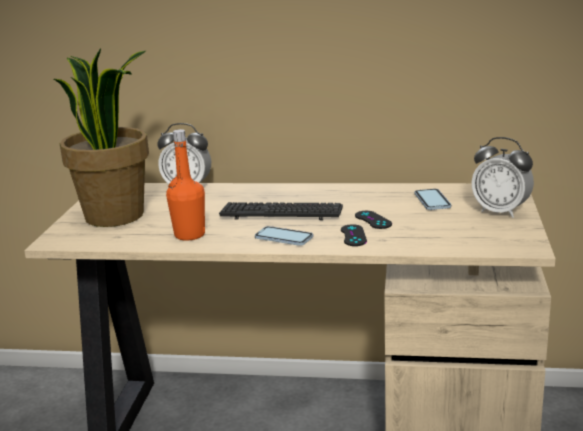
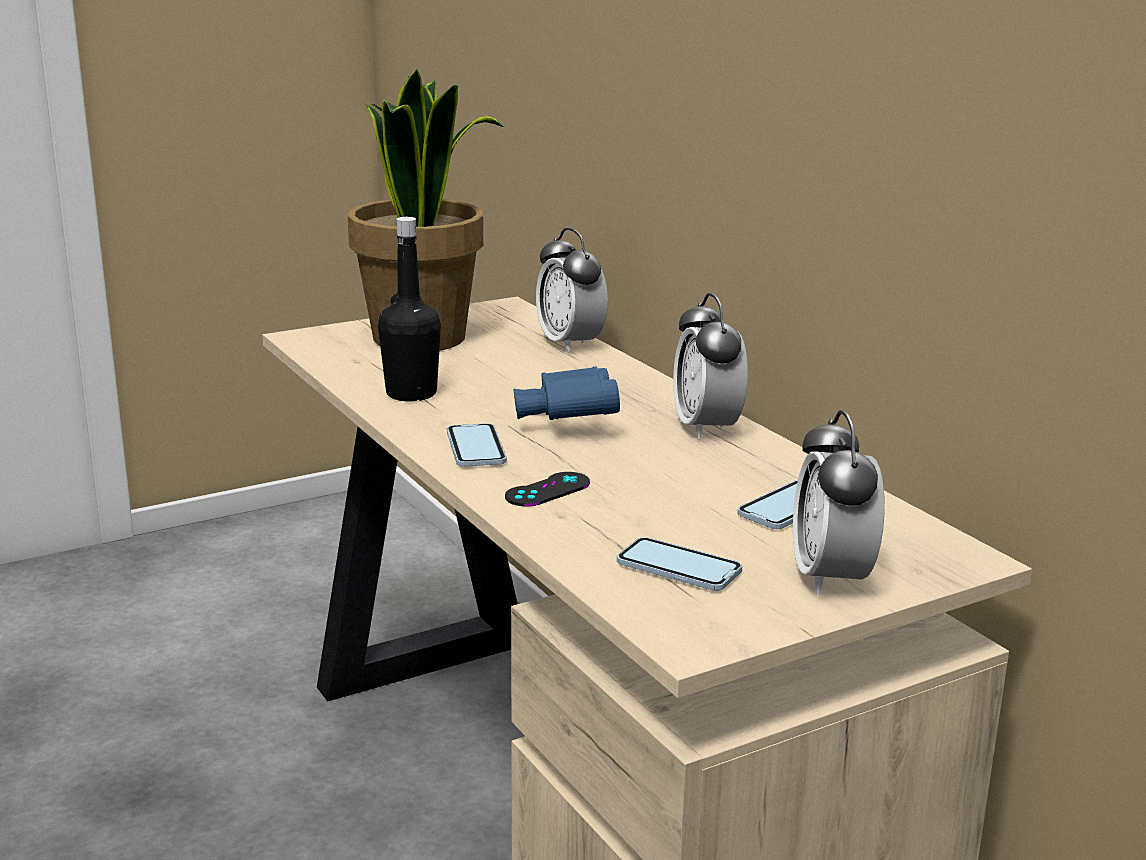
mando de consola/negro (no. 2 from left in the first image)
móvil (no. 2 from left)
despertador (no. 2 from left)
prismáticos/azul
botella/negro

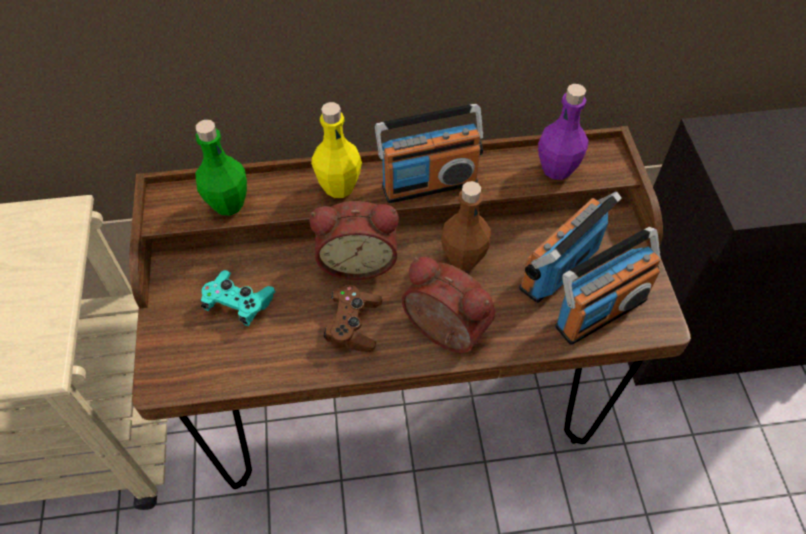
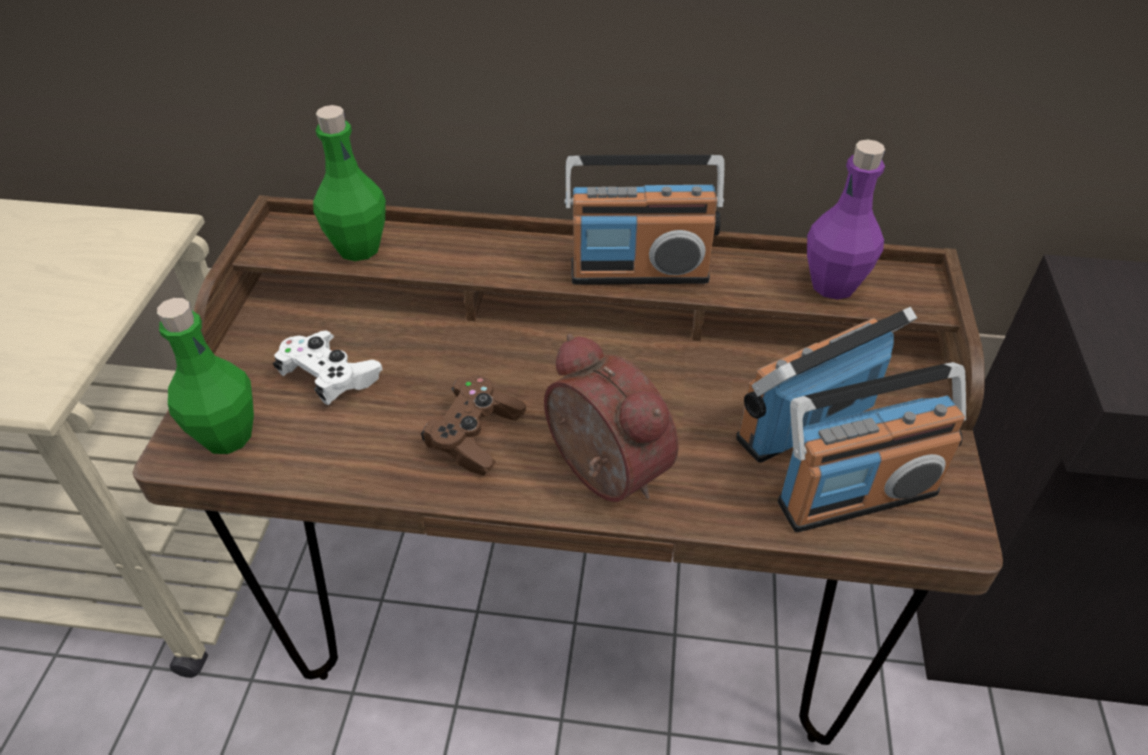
despertador (no. 1 from left in the first image)
botella/amarillo
botella/marrón
botella/verde (no. 1 from left)
mando de consola/blanco

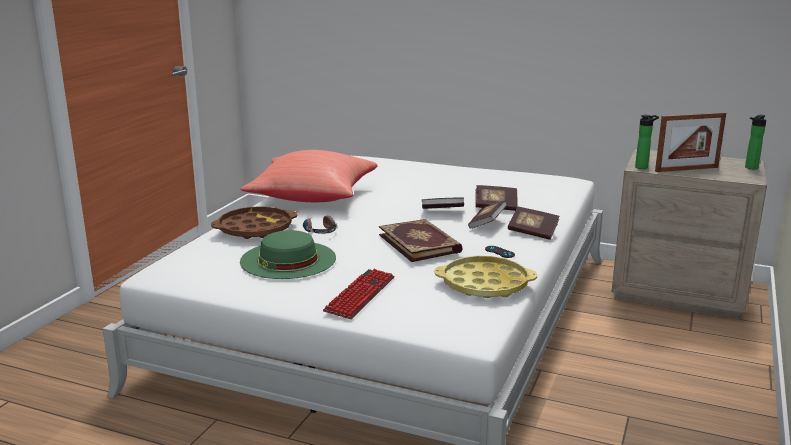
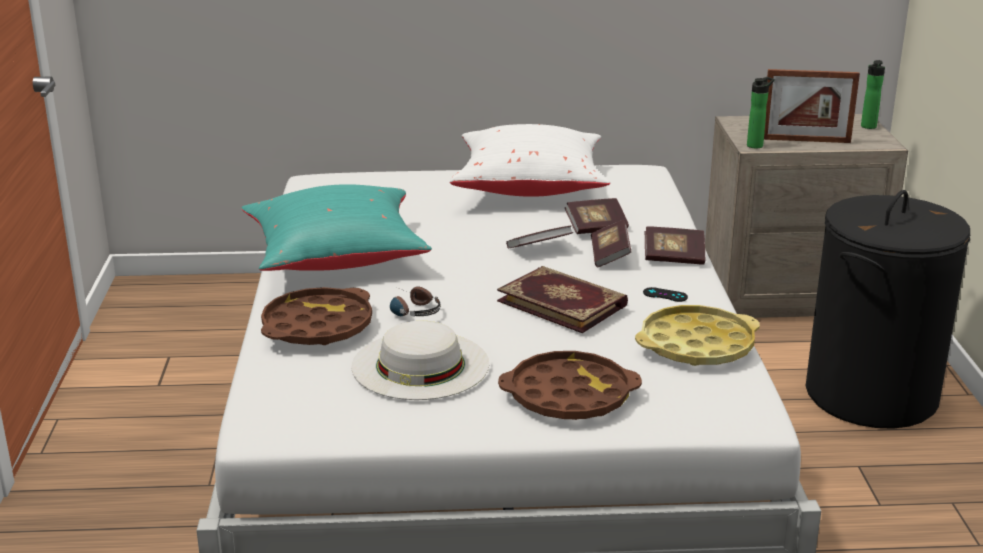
cojín/blanco
cesto de la ropa/negro
bandeja/marrón (no. 2 from left)
cojín/turquesa
sombrero/blanco
portarretratos

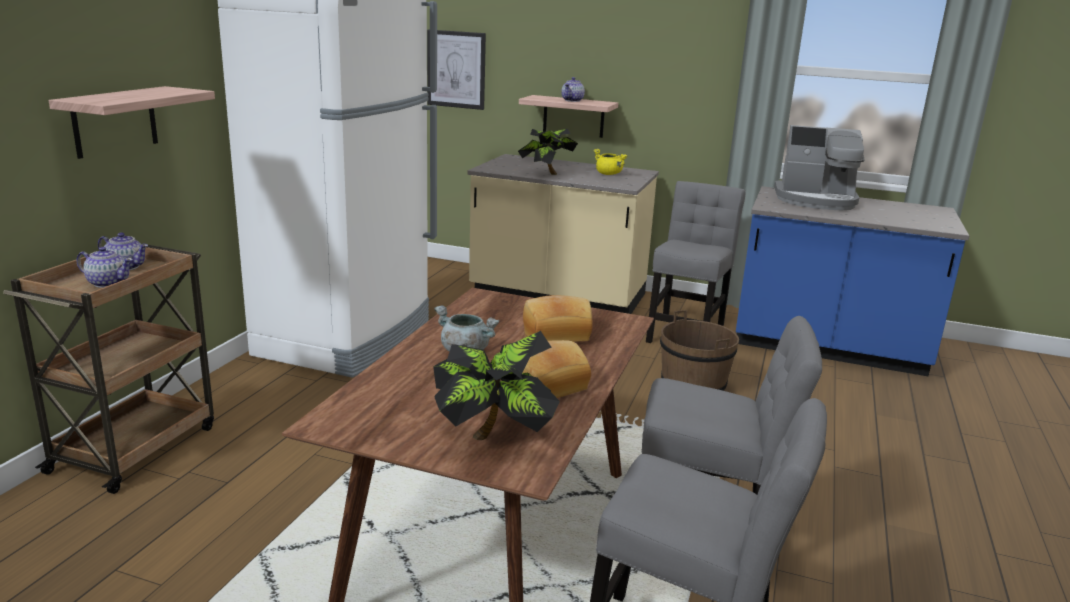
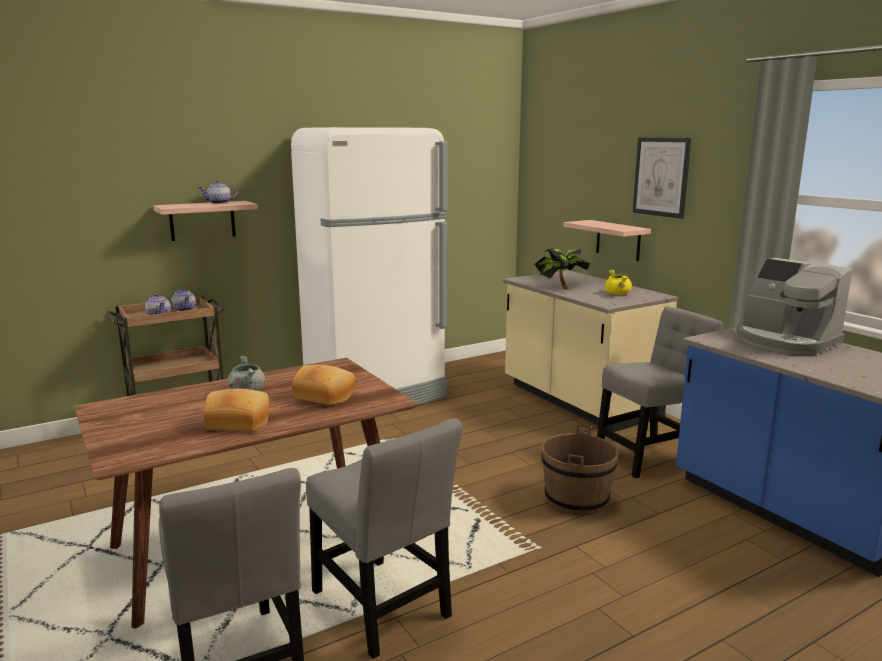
planta en maceta (no. 1 from left in the first image)
cuadro
tetera (no. 3 from left)

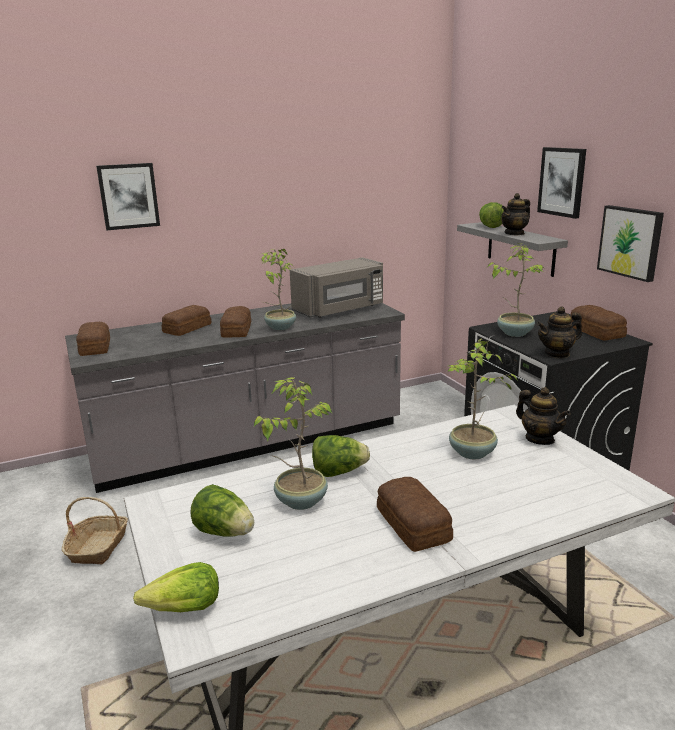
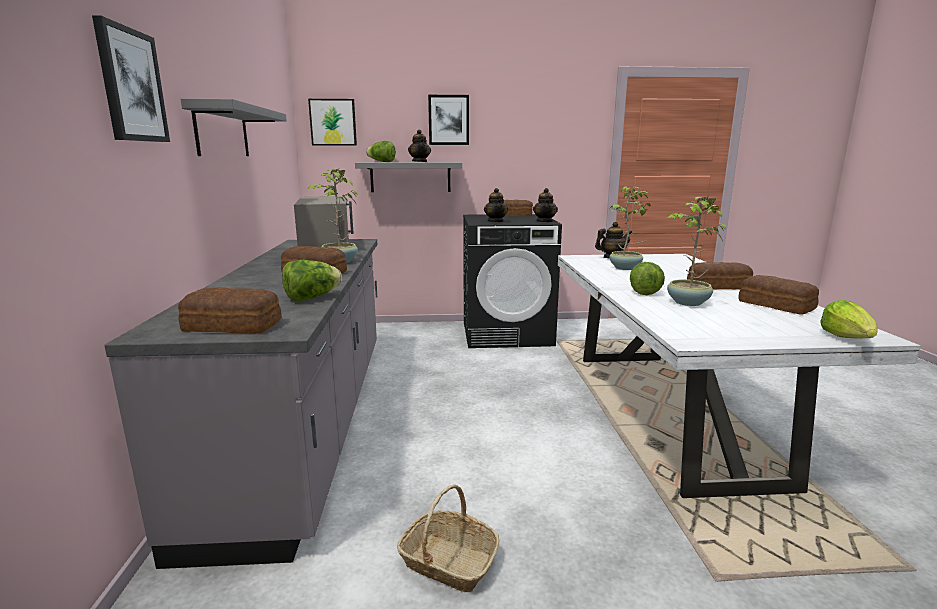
estante/gris (no. 1 from left)
pan (no. 5 from left)
lechuga (no. 1 from left)
cuadro (no. 2 from left)
tetera (no. 2 from left)

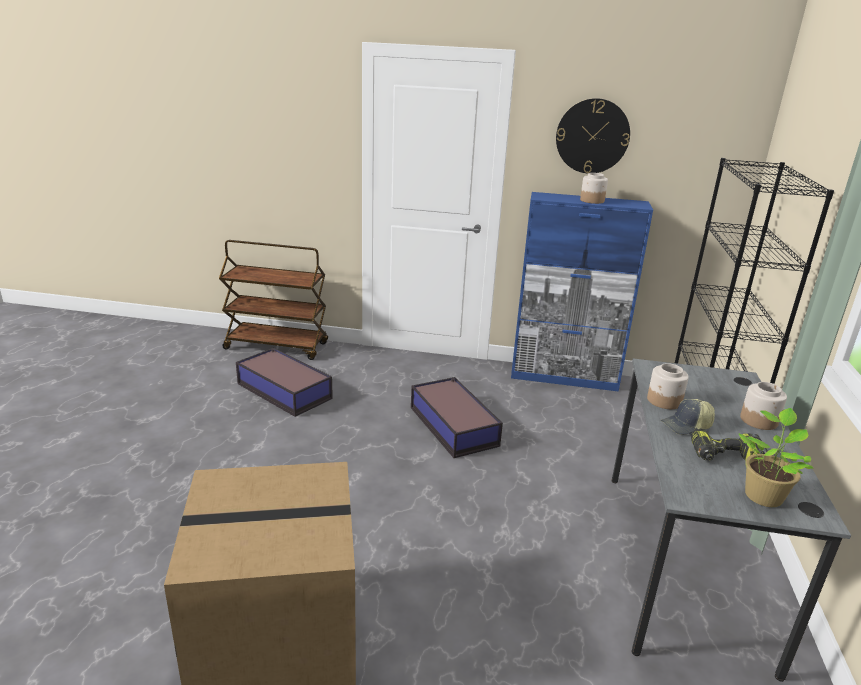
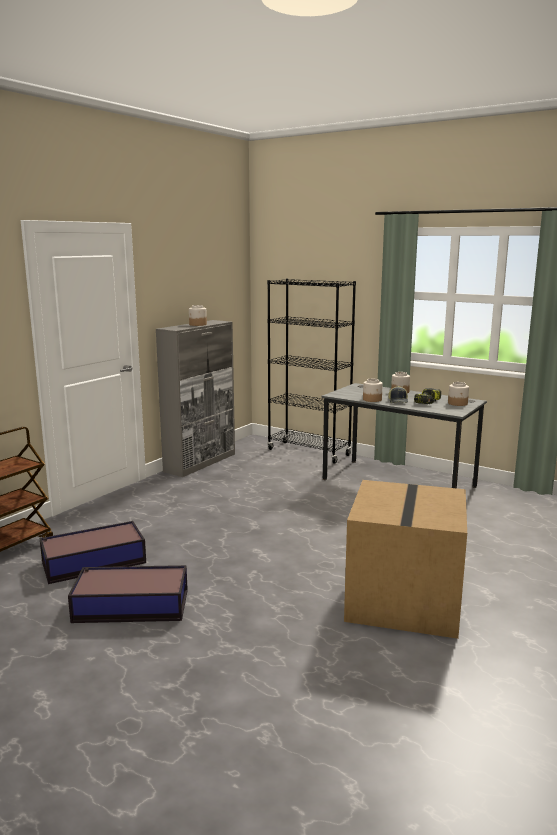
reloj de pared
caja de almacenaje (no. 2 from left)
tarro (no. 4 from left)
armario/gris

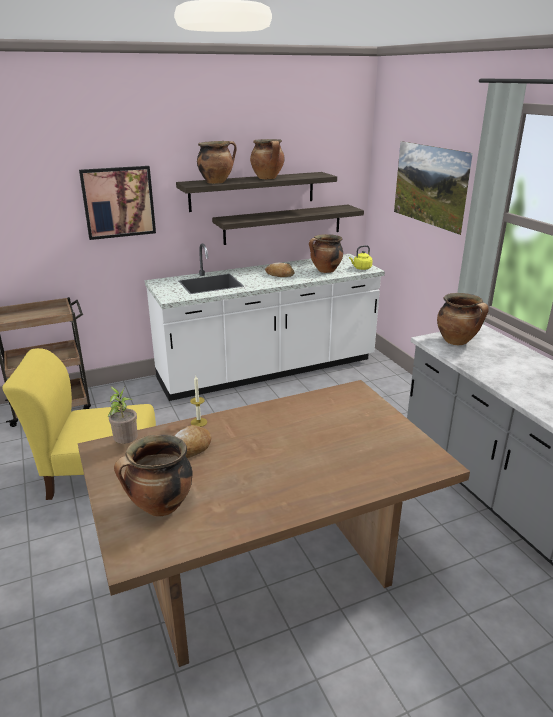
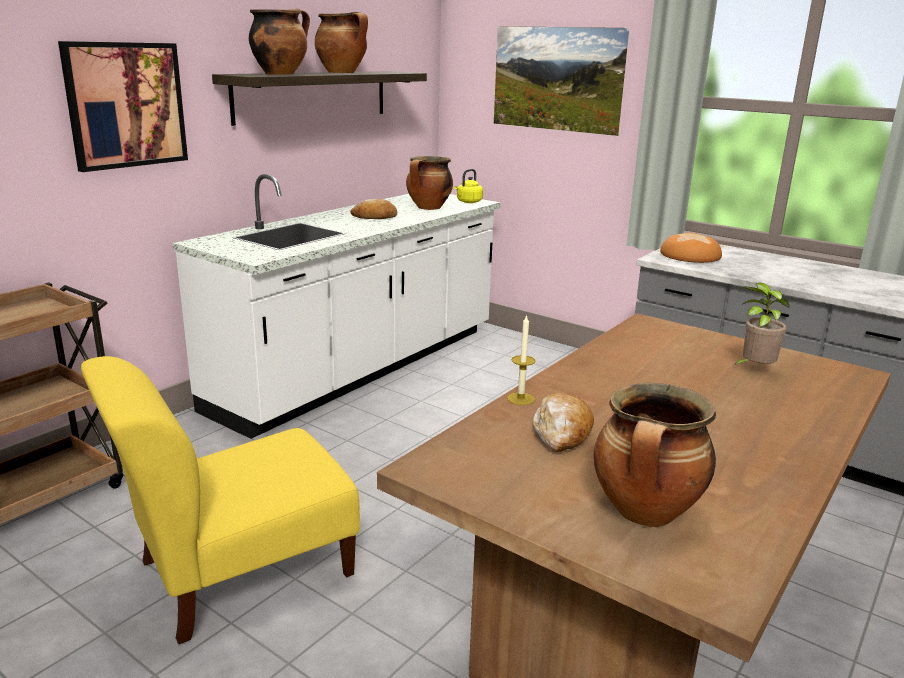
estante (no. 2 from left in the first image)
planta en maceta
pan (no. 3 from left)

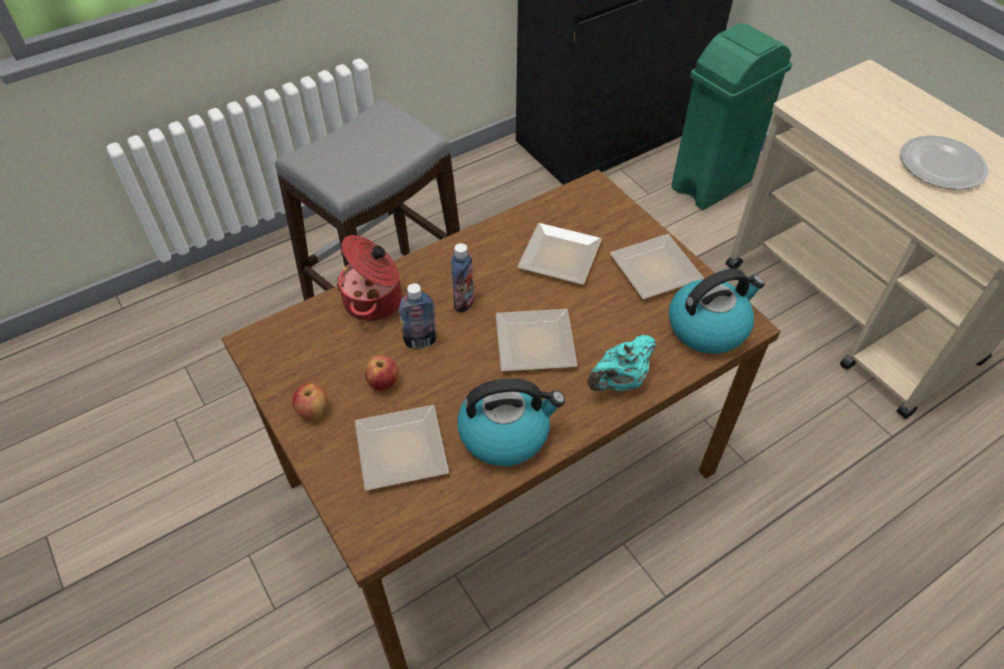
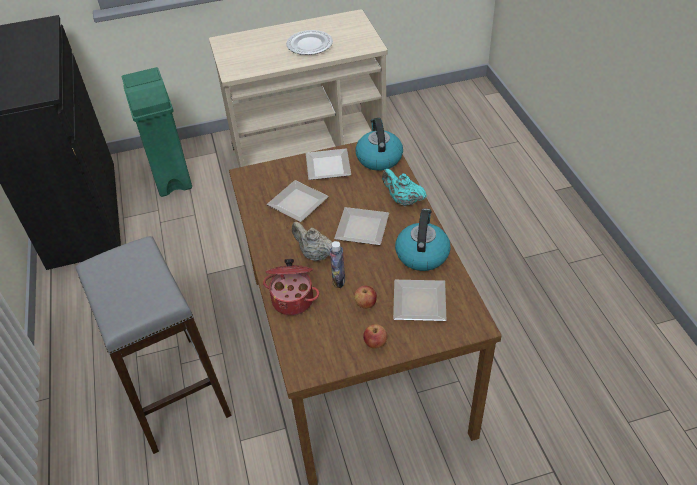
tetera/beis
tetera/turquesa

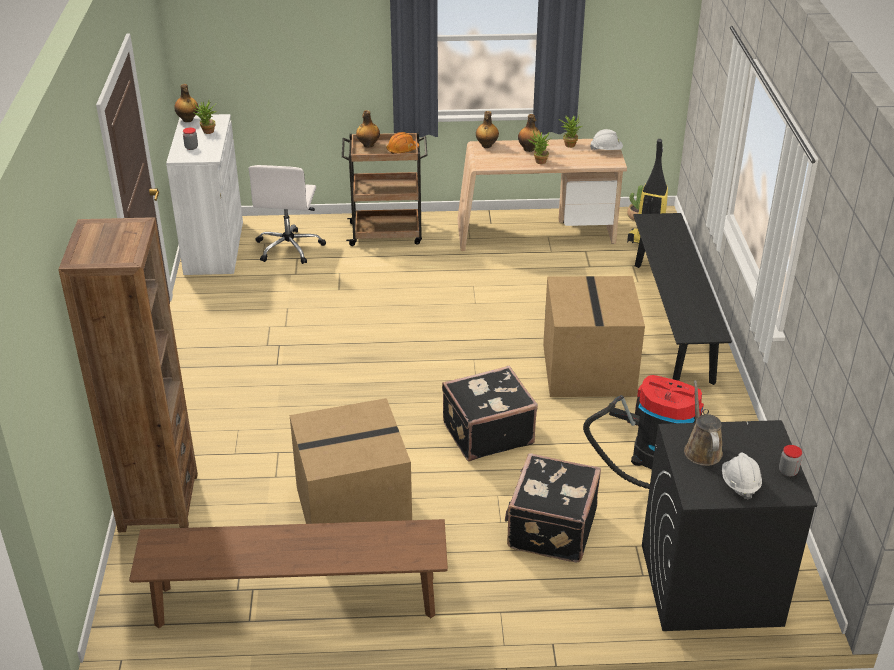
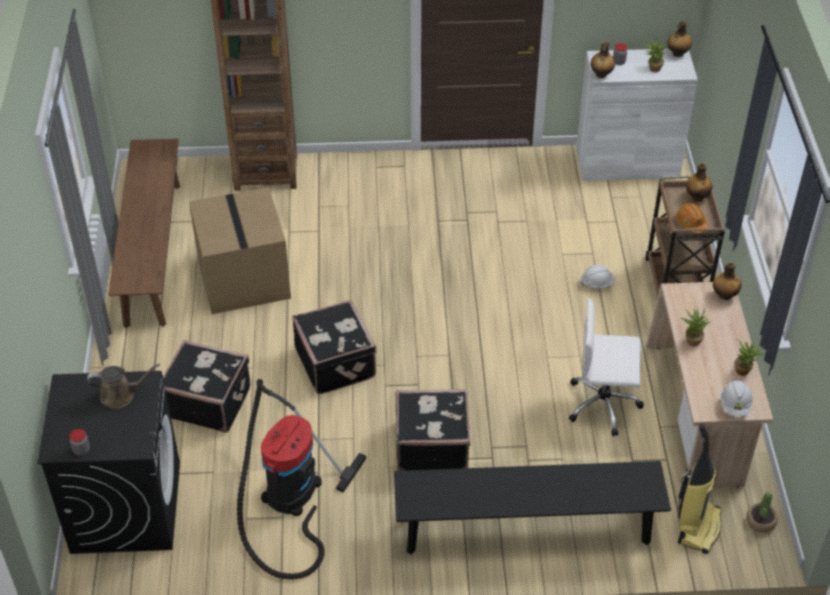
silla de oficina/blanco
botella (no. 1 from left)
casco/blanco (no. 1 from left)
maleta/negro (no. 3 from left)

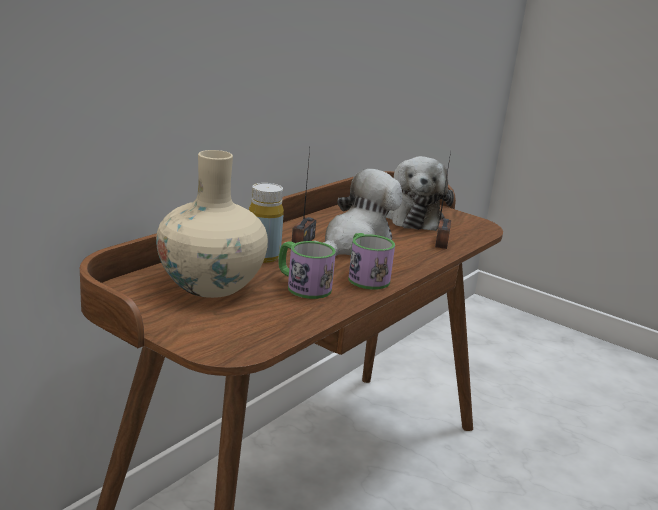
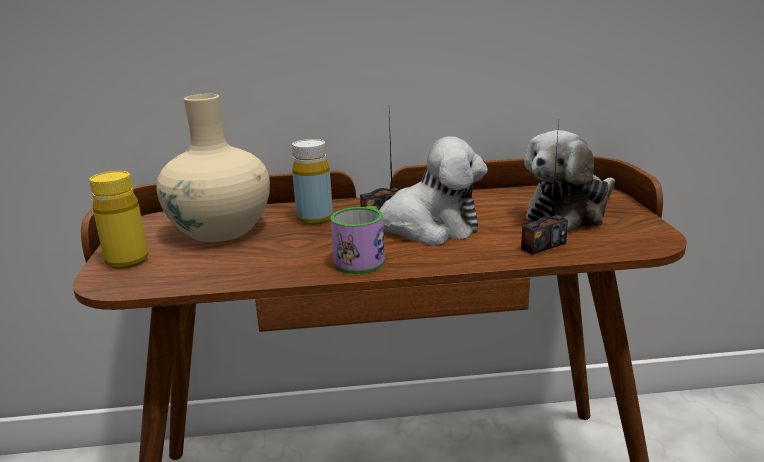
taza grande (no. 1 from left in the first image)
botella/amarillo (no. 1 from left)

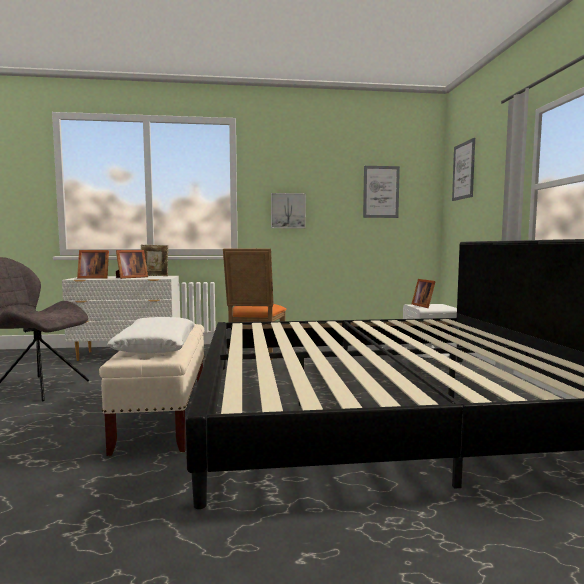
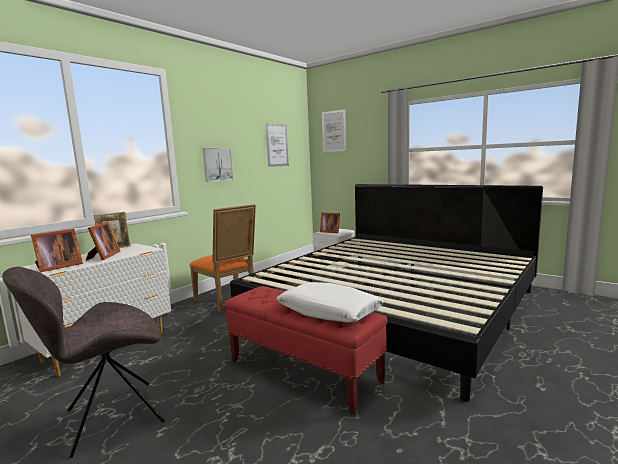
banco/rojo

